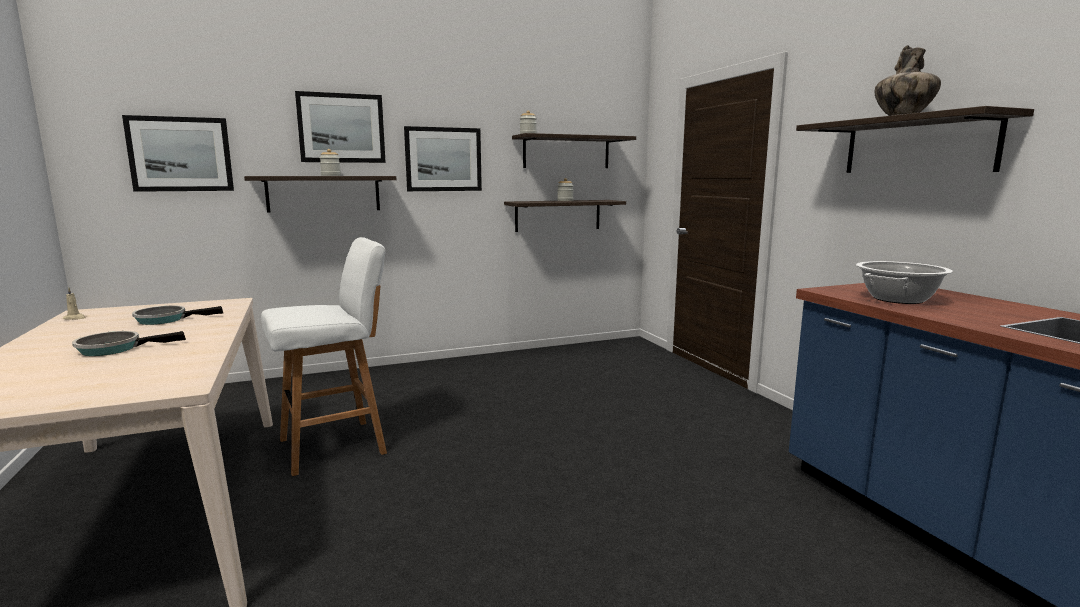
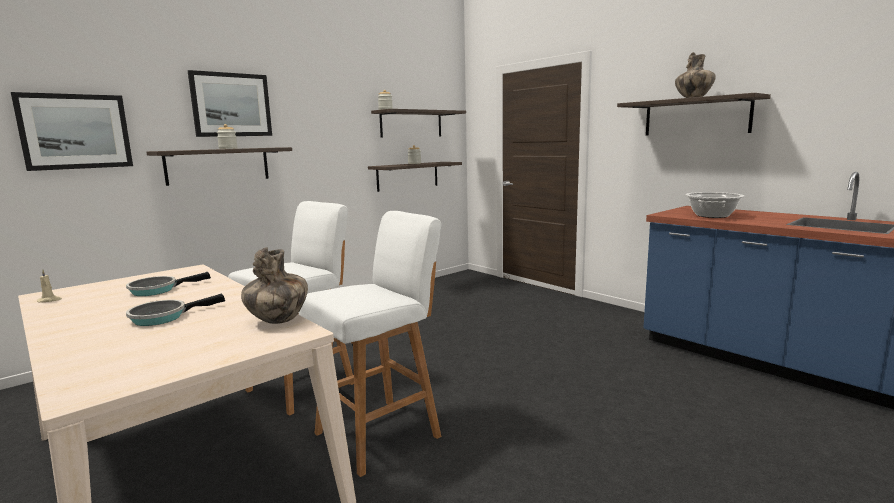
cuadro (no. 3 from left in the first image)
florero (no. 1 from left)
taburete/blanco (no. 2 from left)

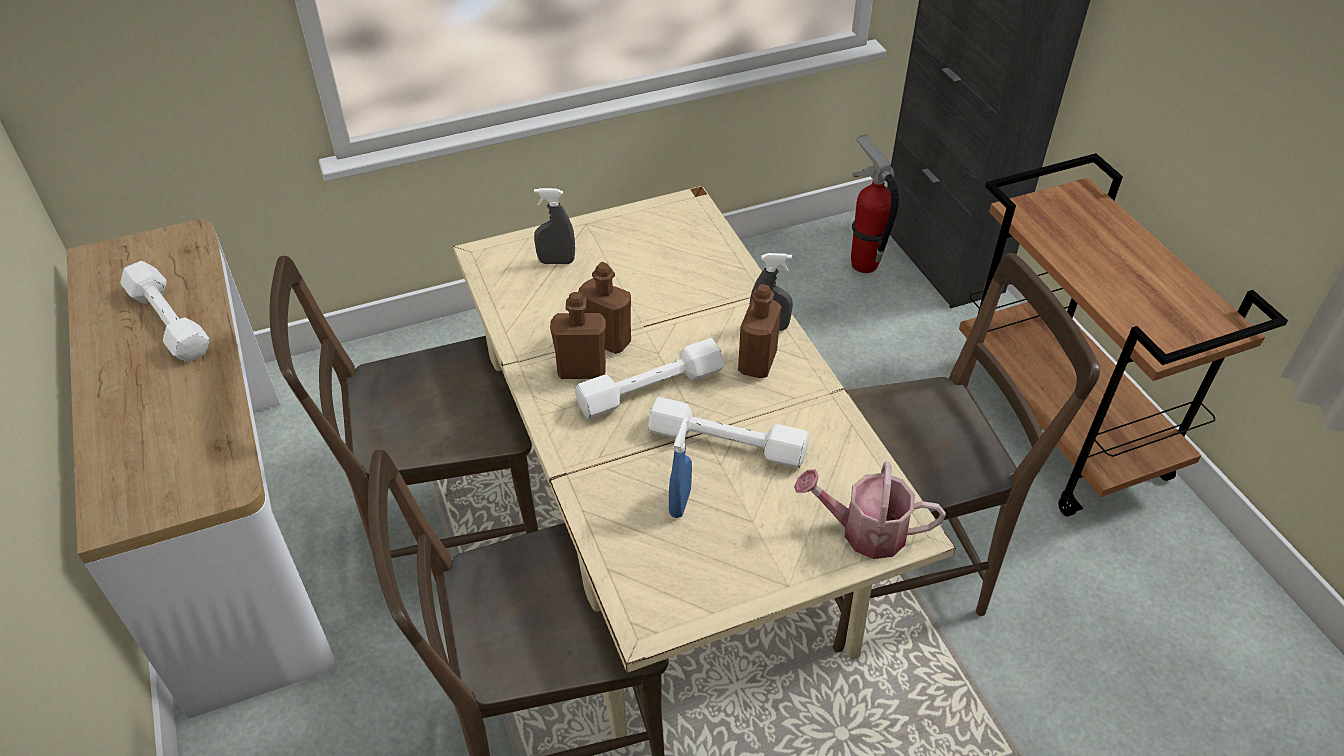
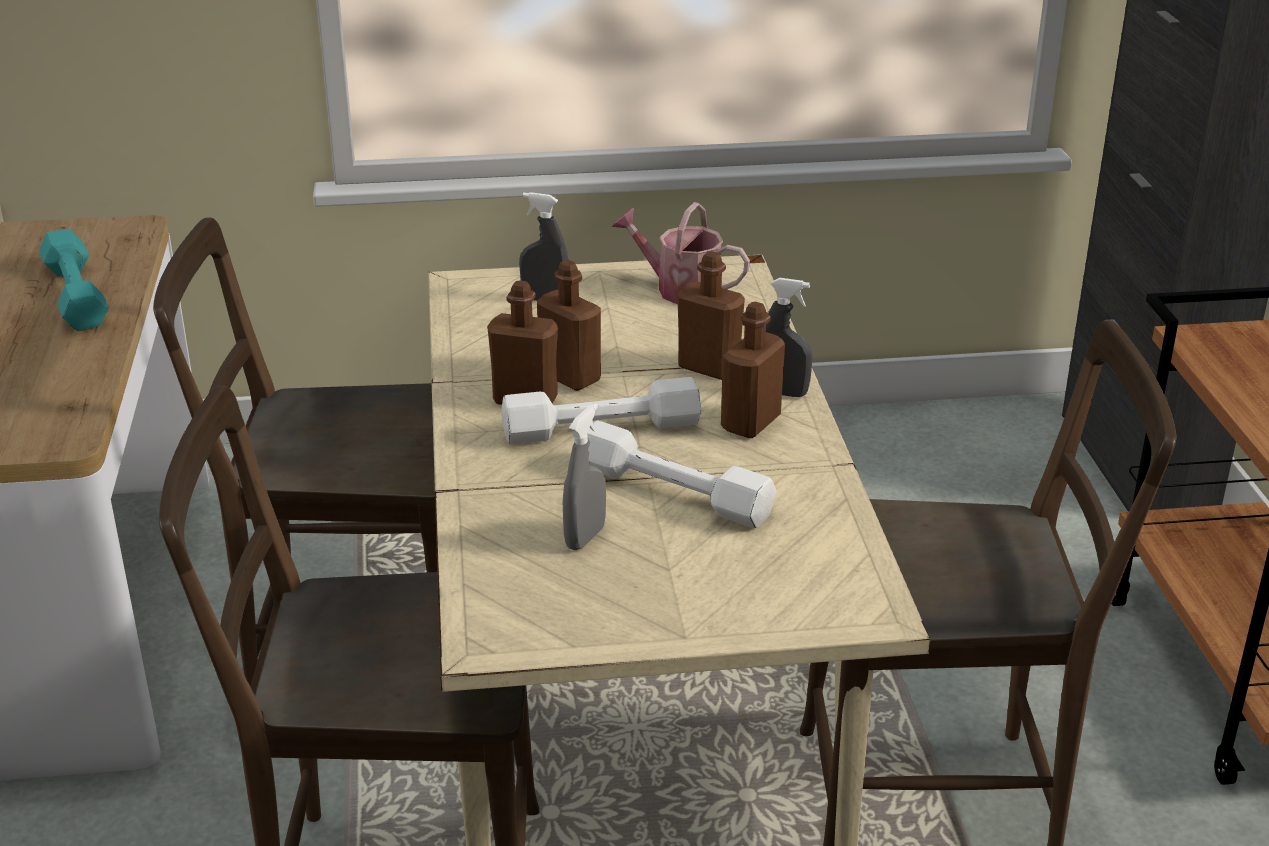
extintor
botella/marrón (no. 3 from left)
regadera
mancuerna/turquesa
pulverizador/gris (no. 2 from left)

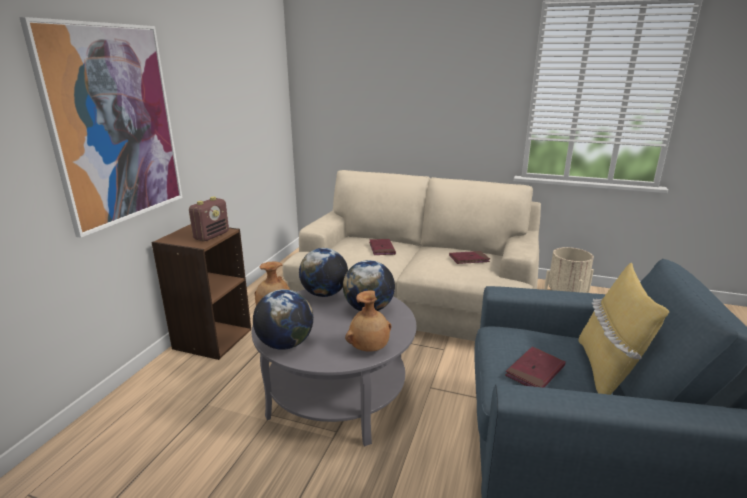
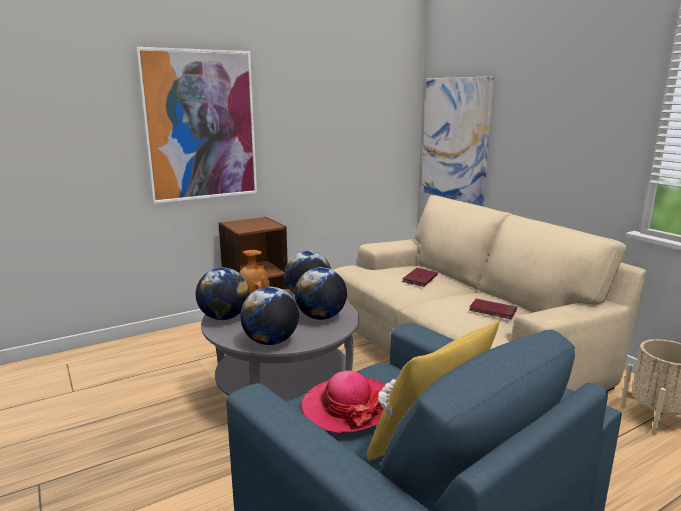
radio
cuadro (no. 2 from left)
globo terráqueo (no. 2 from left)
sombrero

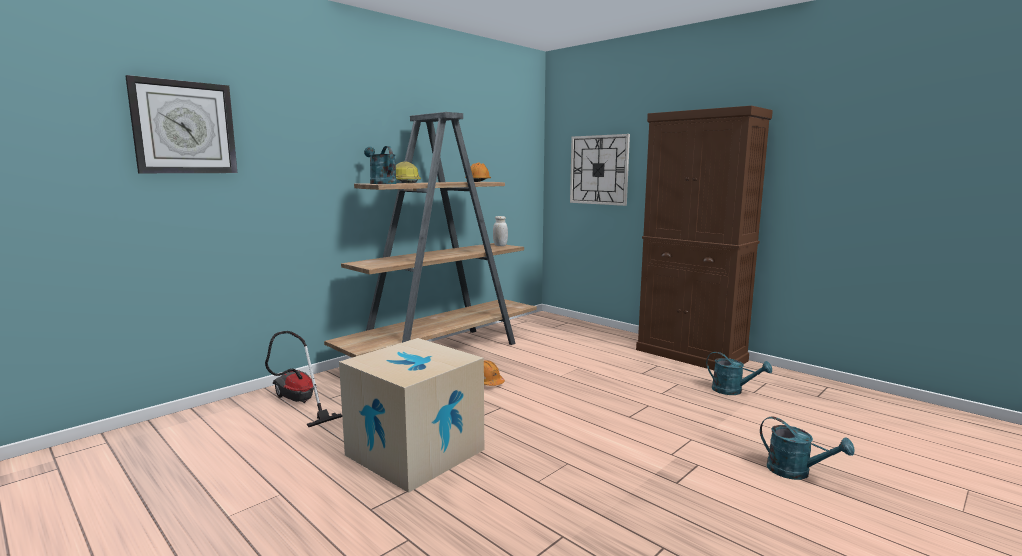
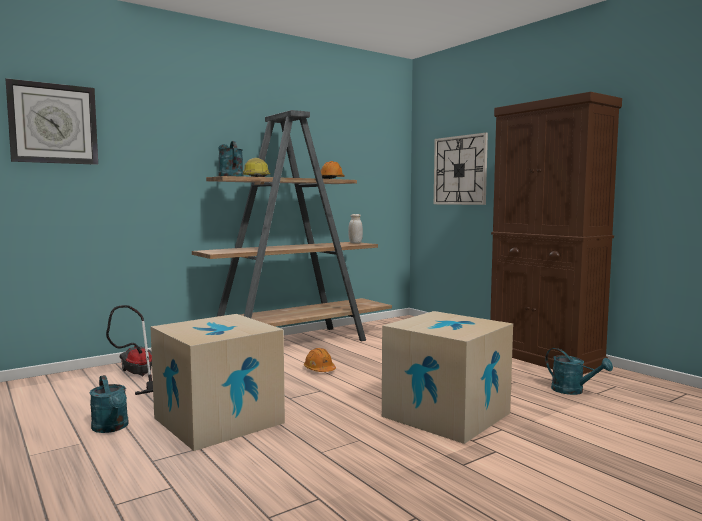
caja de cartón (no. 2 from left)
regadera/turquesa (no. 1 from left)

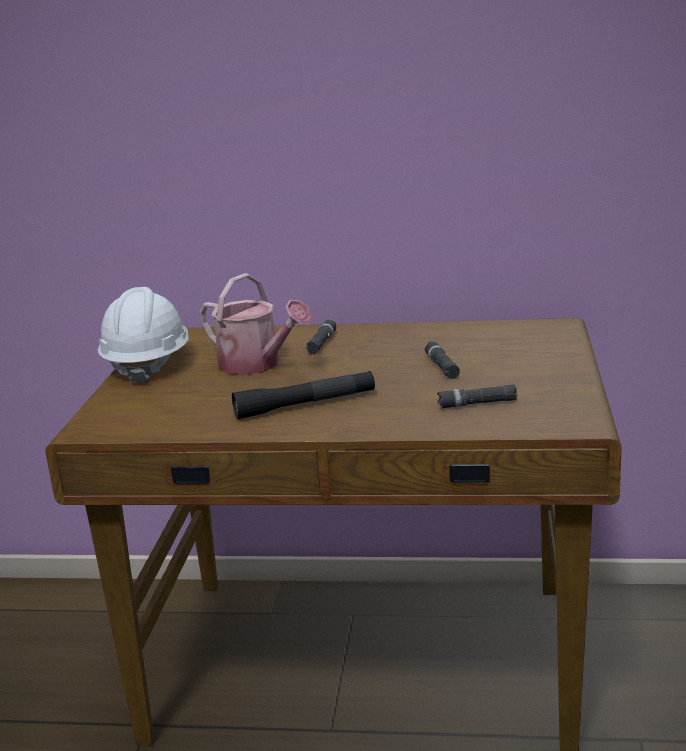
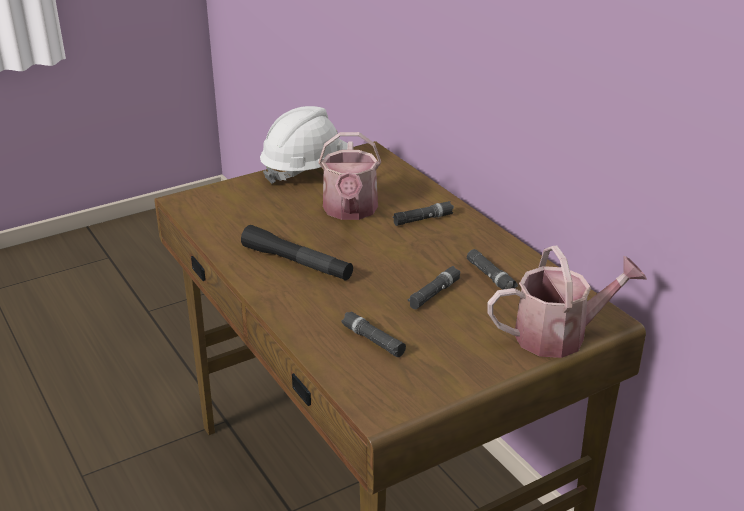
linterna/negro (no. 5 from left)
regadera (no. 2 from left)

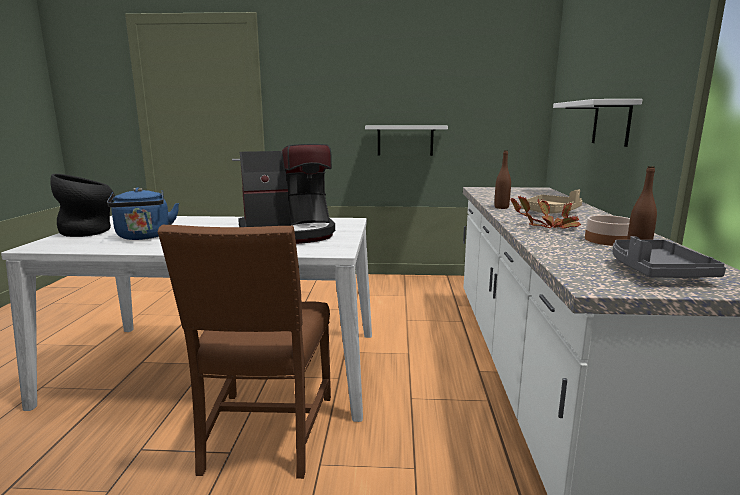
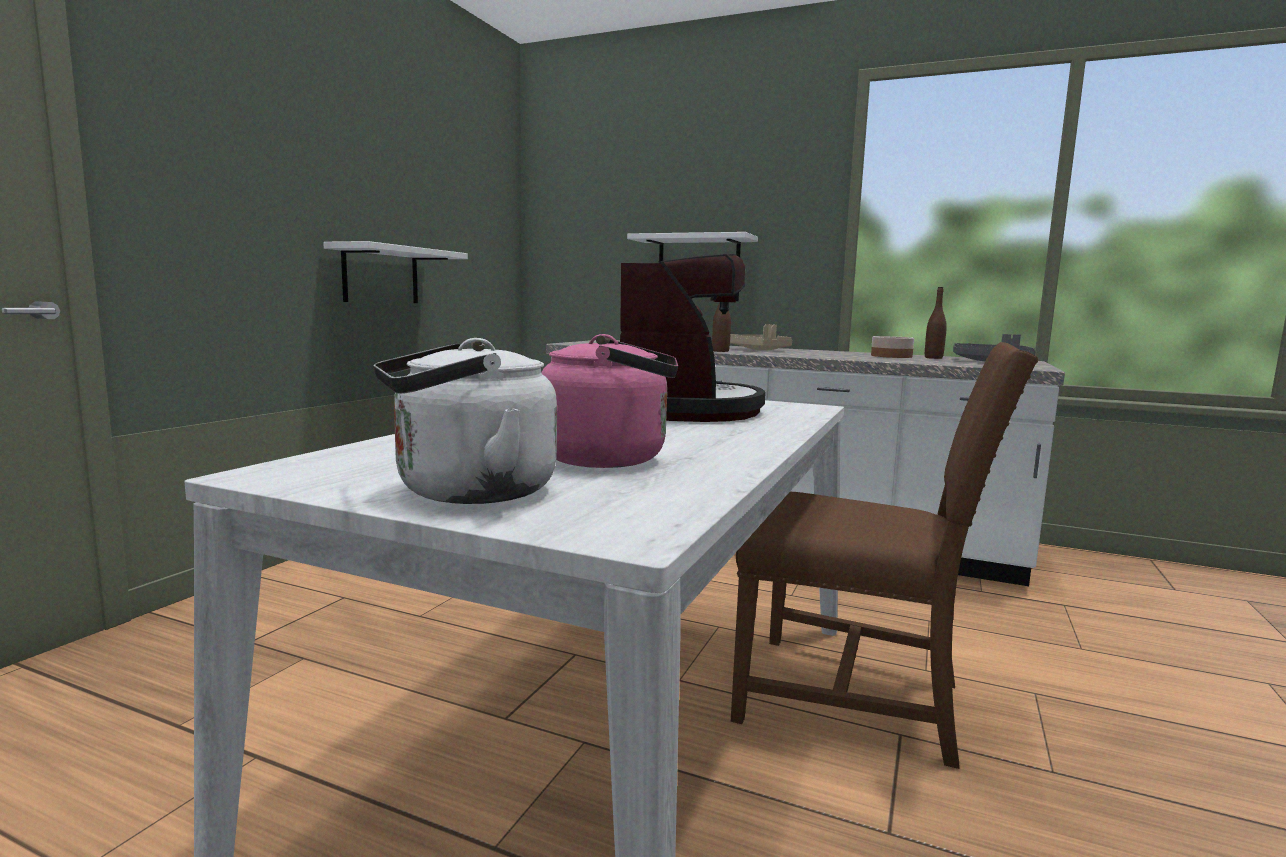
planta en maceta
hervidor/blanco
hervidor/rosa

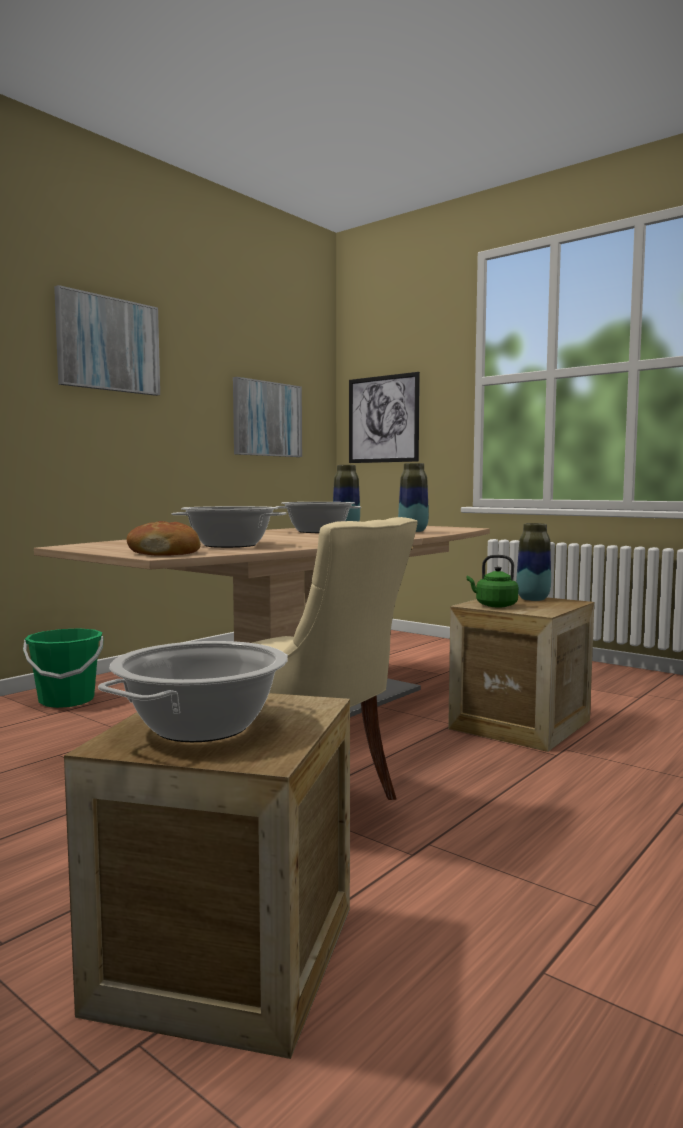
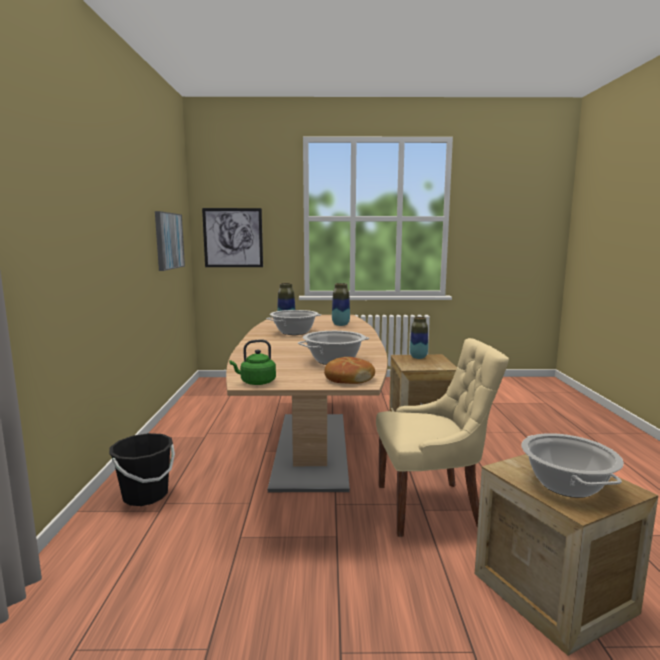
cuadro (no. 1 from left in the first image)
hervidor/verde
cubo/negro

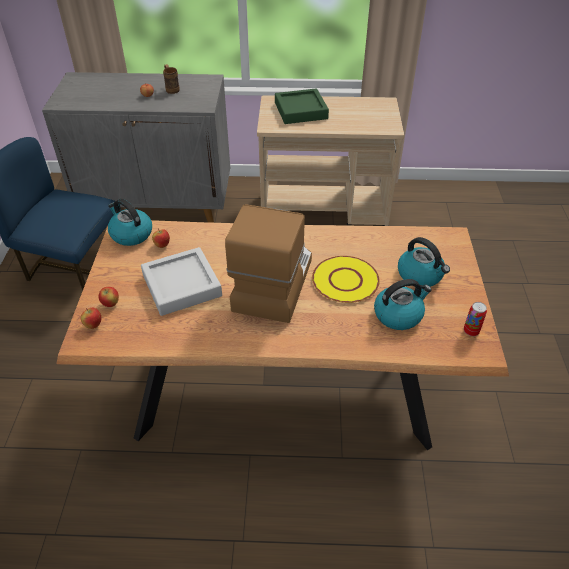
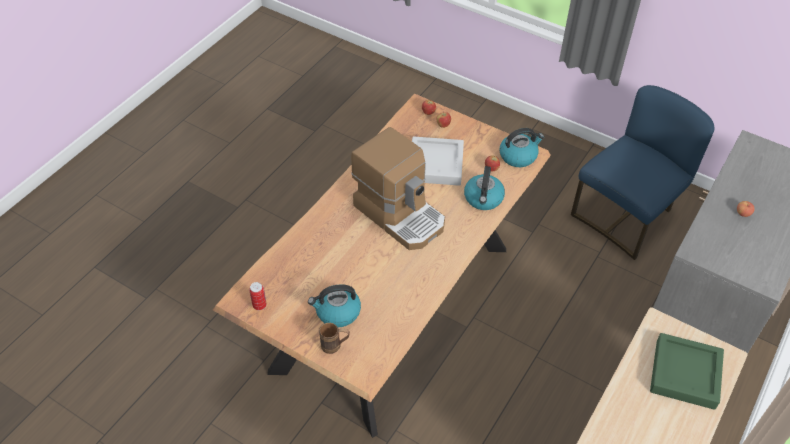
plato/amarillo
taza grande/marrón
hervidor (no. 2 from left)

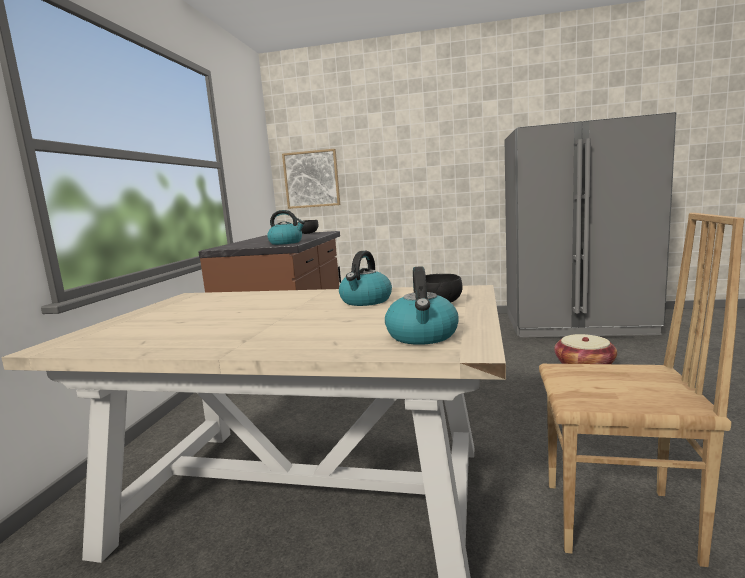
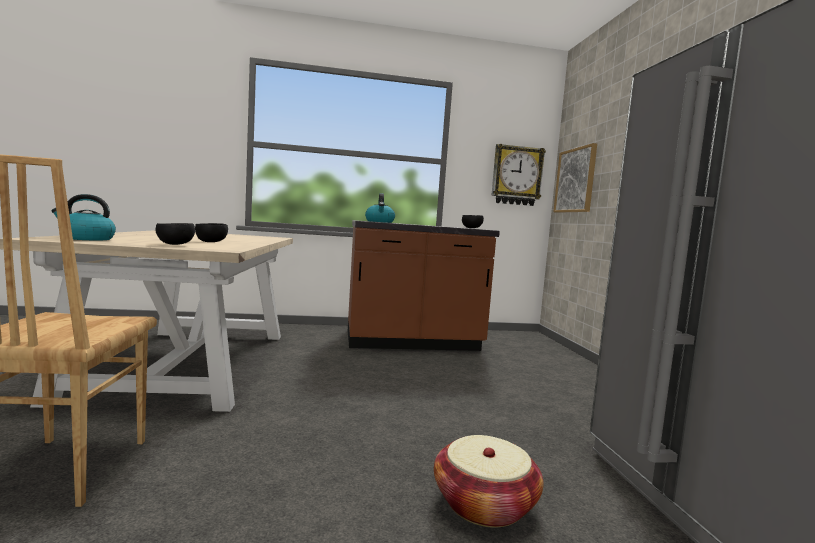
reloj de pared
cuenco/negro (no. 2 from left)

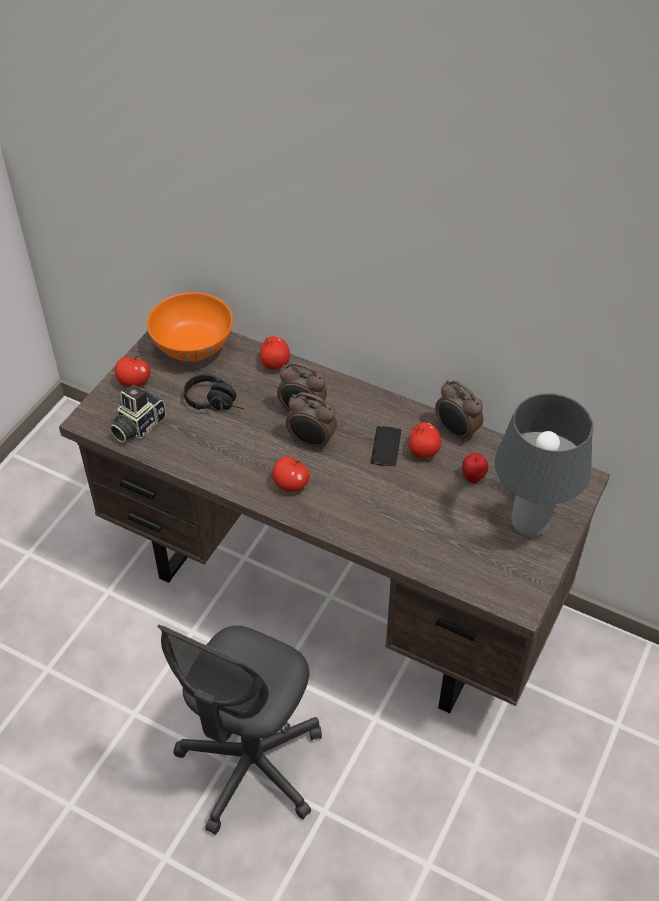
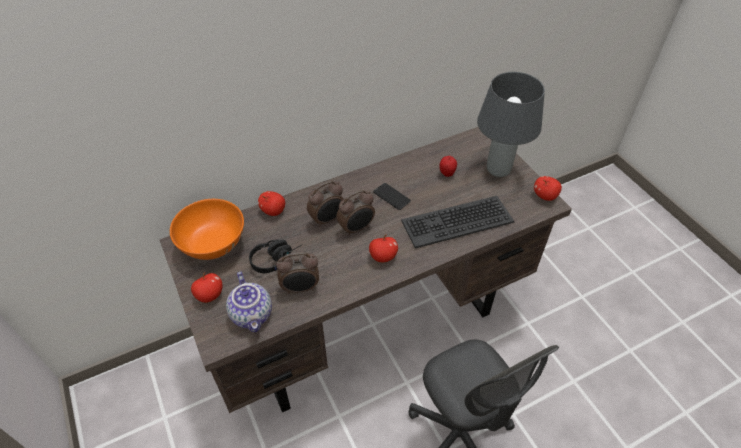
teclado
manzana (no. 5 from left)
despertador (no. 1 from left)
tetera

